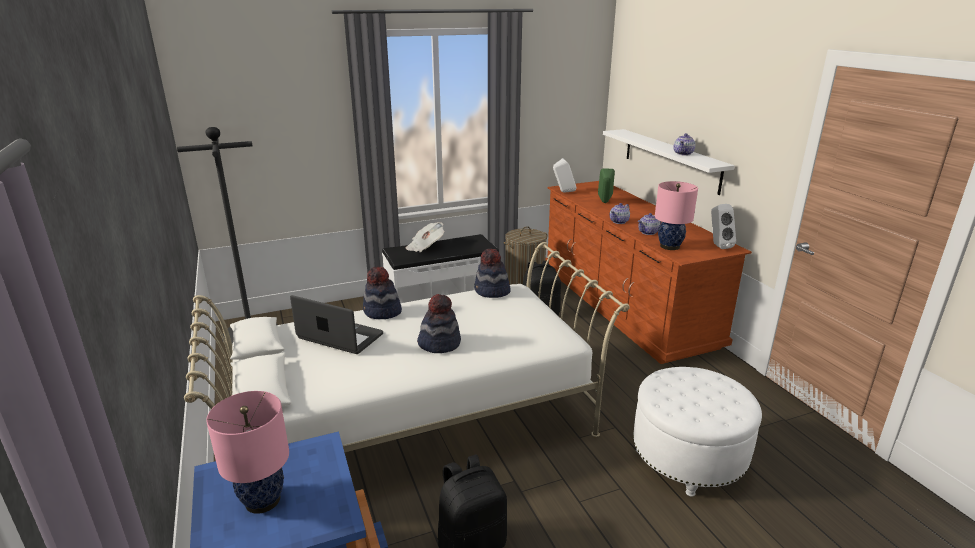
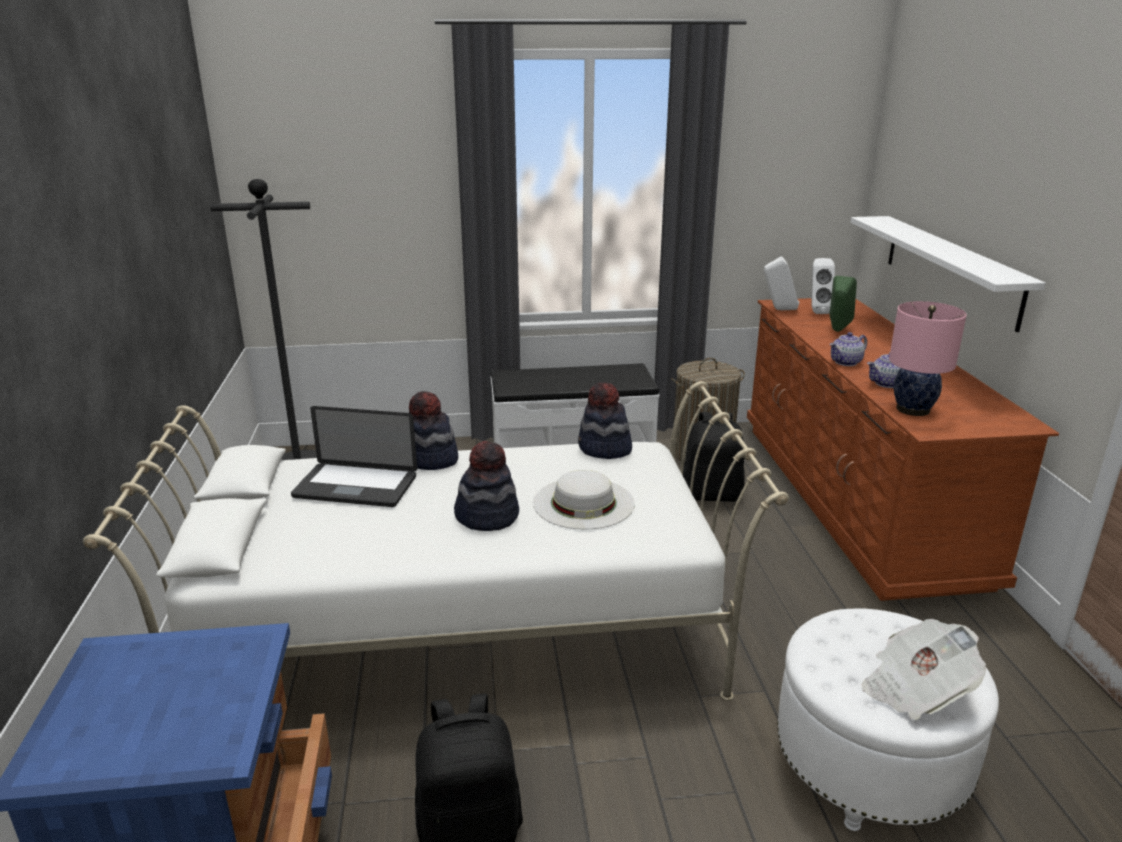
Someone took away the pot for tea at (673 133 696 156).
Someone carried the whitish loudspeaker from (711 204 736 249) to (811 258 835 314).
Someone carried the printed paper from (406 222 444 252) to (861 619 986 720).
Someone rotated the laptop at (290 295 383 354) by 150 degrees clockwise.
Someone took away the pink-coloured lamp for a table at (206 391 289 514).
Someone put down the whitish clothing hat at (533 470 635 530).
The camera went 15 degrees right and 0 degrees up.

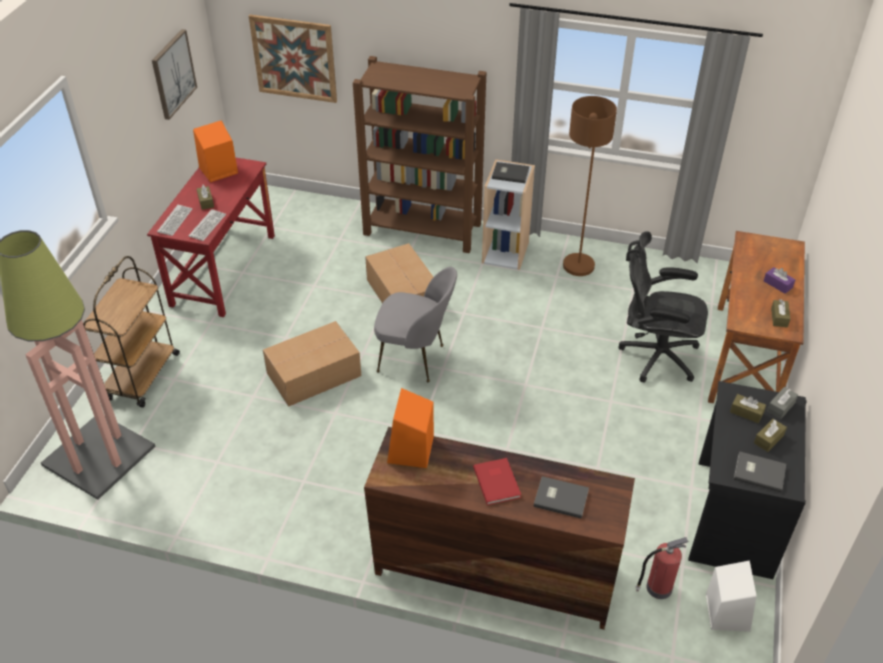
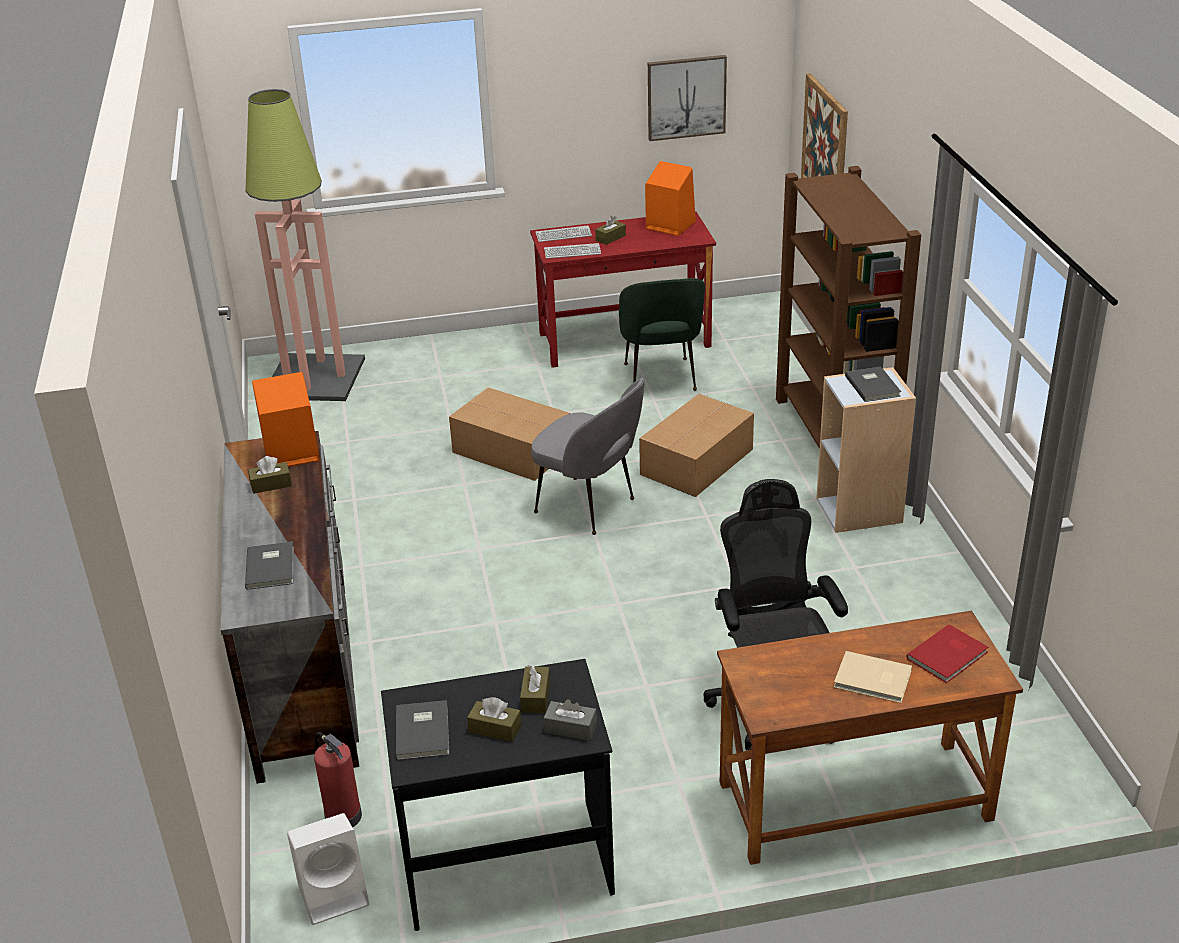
Someone took away the brownish floor lamp at (563 96 617 276).
Someone took away the brownish wheeled cart at (83 256 180 408).
Someone rotated the grey upright chair at (374 267 457 382) by 45 degrees counterclockwise.
Someone swapped the purplish box of tissues at (764 267 795 294) for the beige-coloured bound book at (834 651 912 703).
Someone carried the brownish box of tissues from (771 299 791 328) to (248 456 292 494).
Someone repainted the brownish cupboard at (364 427 635 629), which became the grey cupboard at (221 431 359 784).
Someone carried the red bound book from (473 458 521 505) to (907 624 988 683).
Someone put down the green-coloured upright chair at (619 278 705 391).
The camera went 65 degrees right and 10 degrees down.

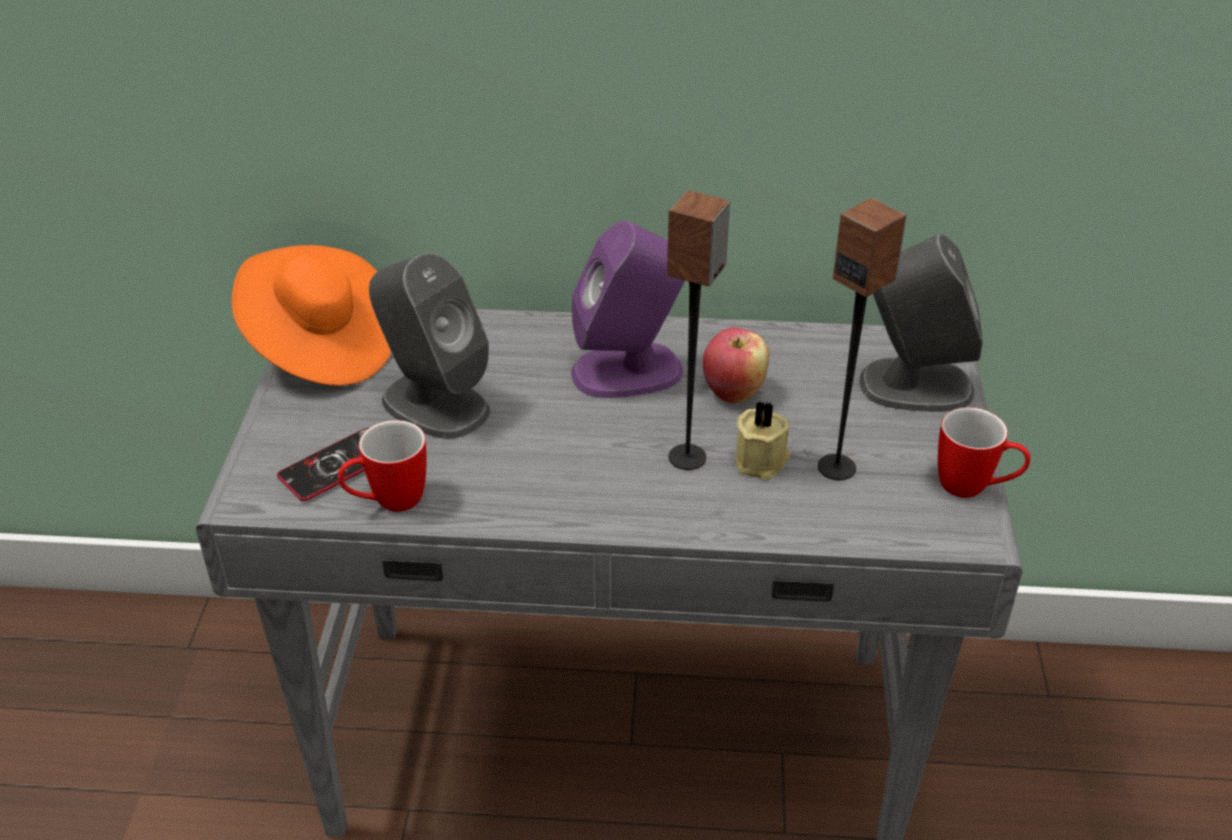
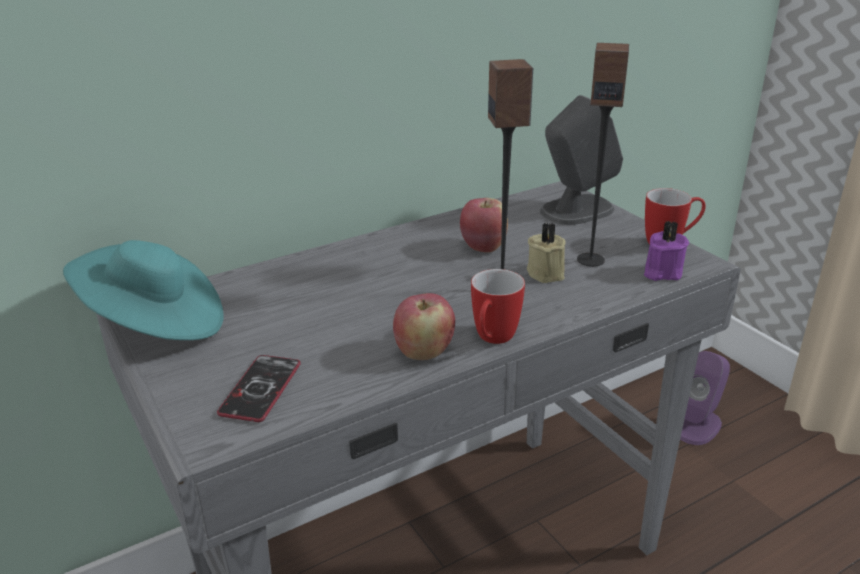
Someone carried the purplish loudspeaker from (571 221 685 398) to (680 351 730 445).
Someone repainted the orange-coloured clothing hat at (232 245 392 386), which became the turquoise-coloured clothing hat at (63 240 224 340).
Someone took away the grey loudspeaker at (369 253 490 439).
Someone carried the tea mug from (338 420 426 512) to (471 269 525 344).
Someone put down the purplish wax candle at (644 221 689 281).
Someone put down the apple at (393 293 455 360).
The camera went 35 degrees left and 10 degrees down.

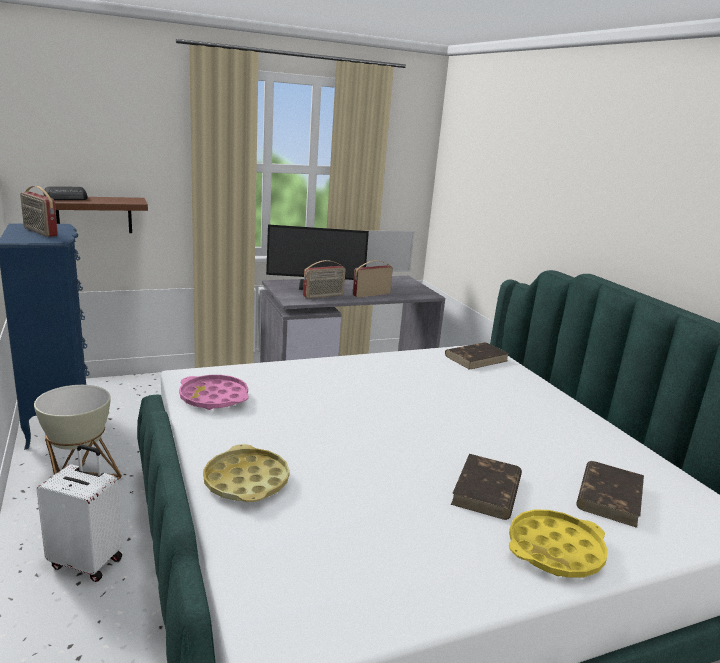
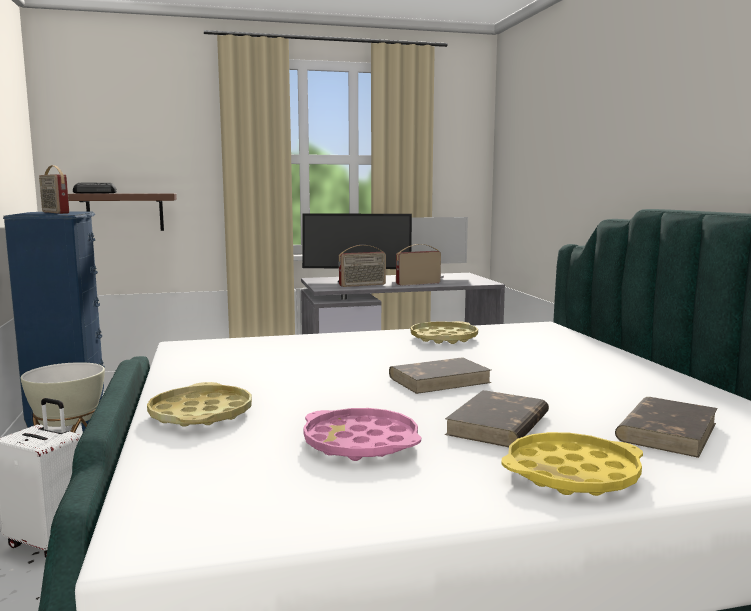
Someone carried the brownish bound book from (445 342 509 370) to (389 358 491 394).
Someone carried the pink-coloured carrying tray from (179 375 249 410) to (303 408 421 461).
Someone put down the yellowish carrying tray at (410 321 478 344).
The camera went 10 degrees right and 10 degrees down.

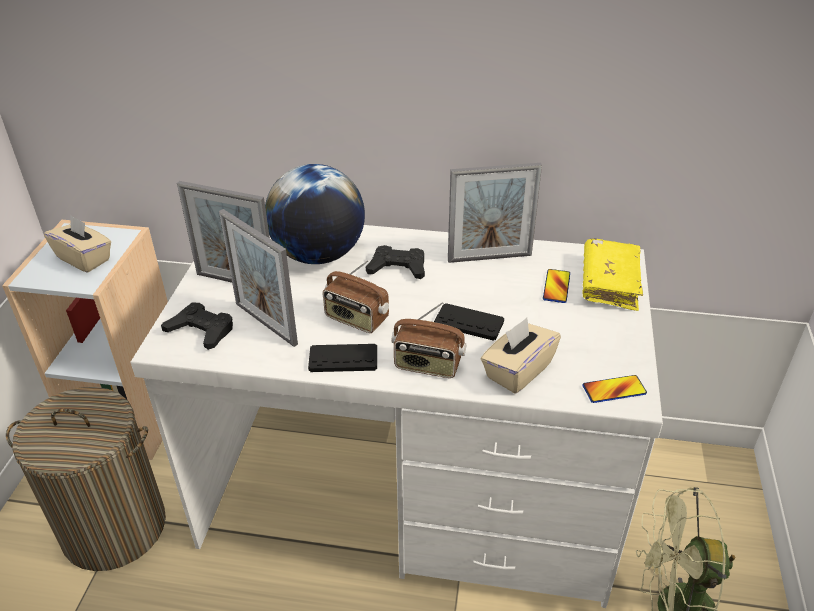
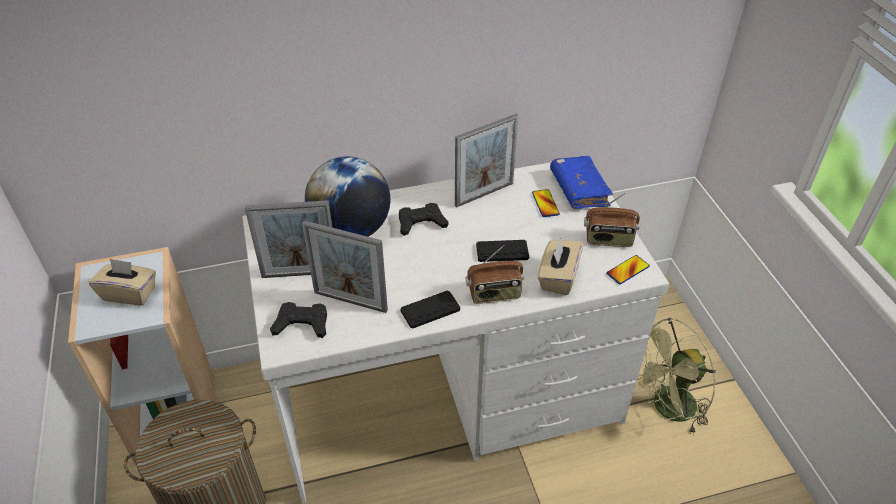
Someone repainted the yellowish bound book at (583 238 643 311), which became the bluish bound book at (550 156 613 209).
Someone carried the radio set from (323 260 389 333) to (584 193 640 247).
The camera went 25 degrees left and 5 degrees up.

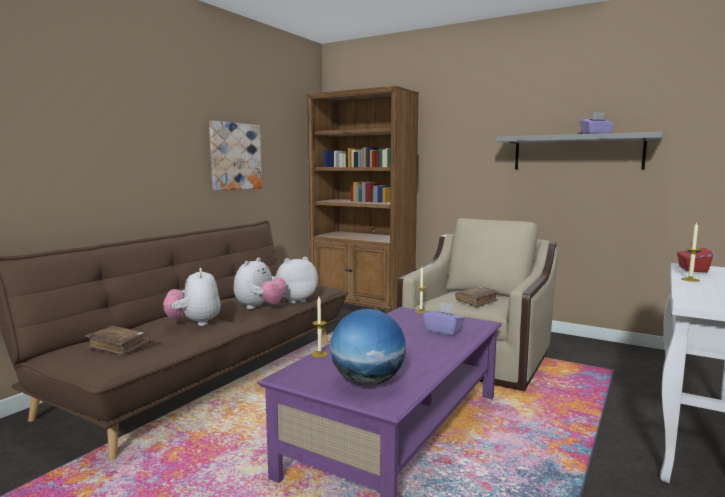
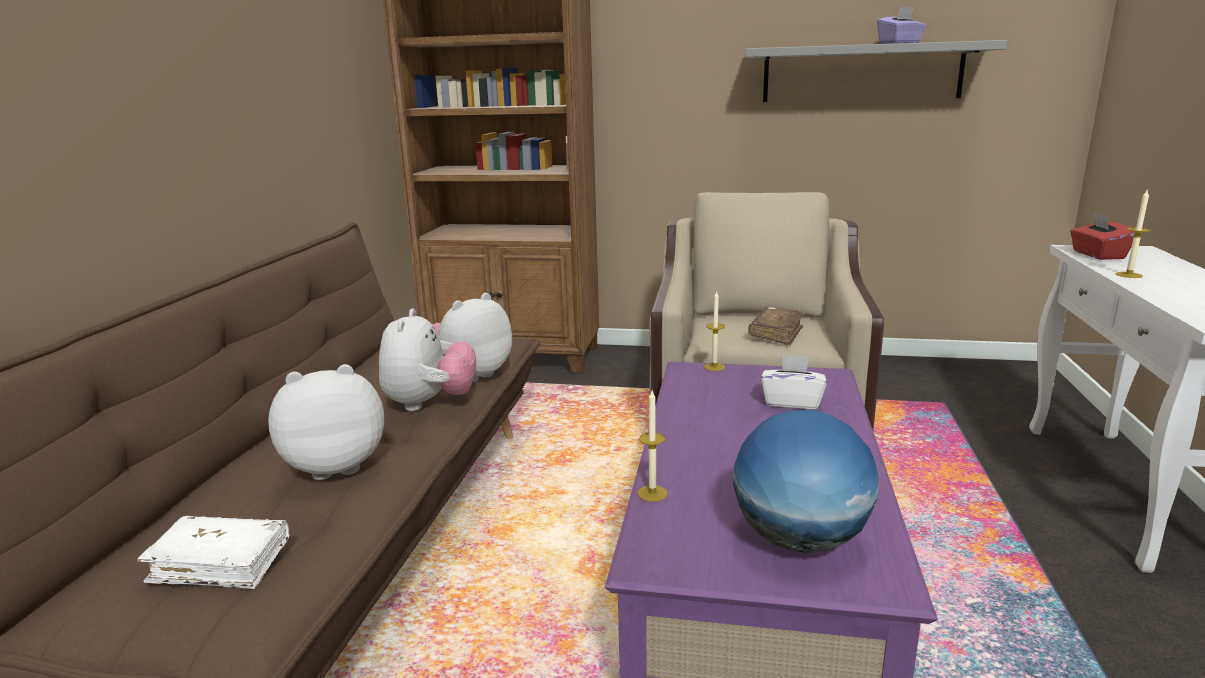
Someone took away the wall art at (209 121 262 191).
Someone rotated the plush toy at (163 268 221 326) by 105 degrees clockwise.
Someone repainted the purplish box of tissues at (423 302 465 336), which became the whitish box of tissues at (761 354 827 409).
Someone repainted the brownish bound book at (85 326 149 356), which became the whitish bound book at (137 516 289 589).
The camera went 20 degrees left and 10 degrees up.

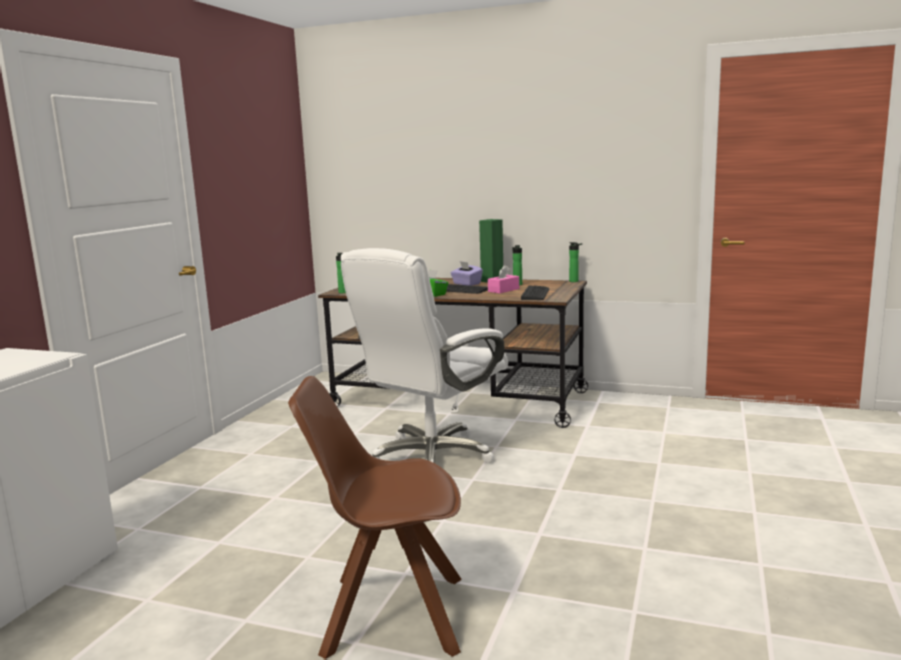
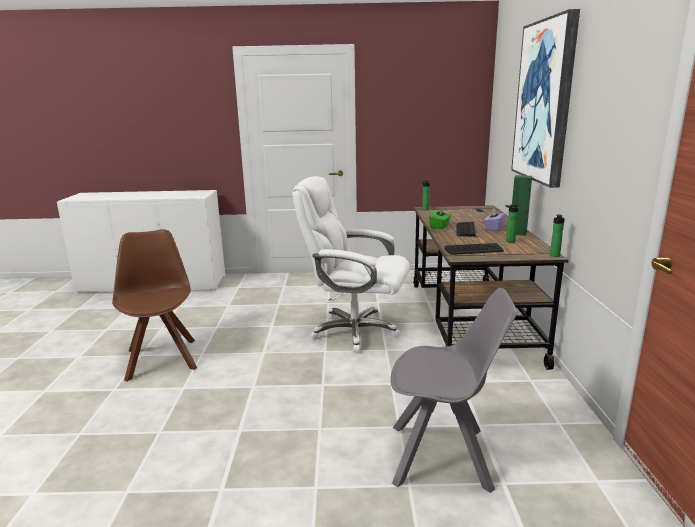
Someone took away the pink-coloured box of tissues at (488 265 519 293).
Someone put up the wall art at (511 9 580 188).
Someone put down the grey upright chair at (390 288 517 493).
The camera went 70 degrees right and 5 degrees up.

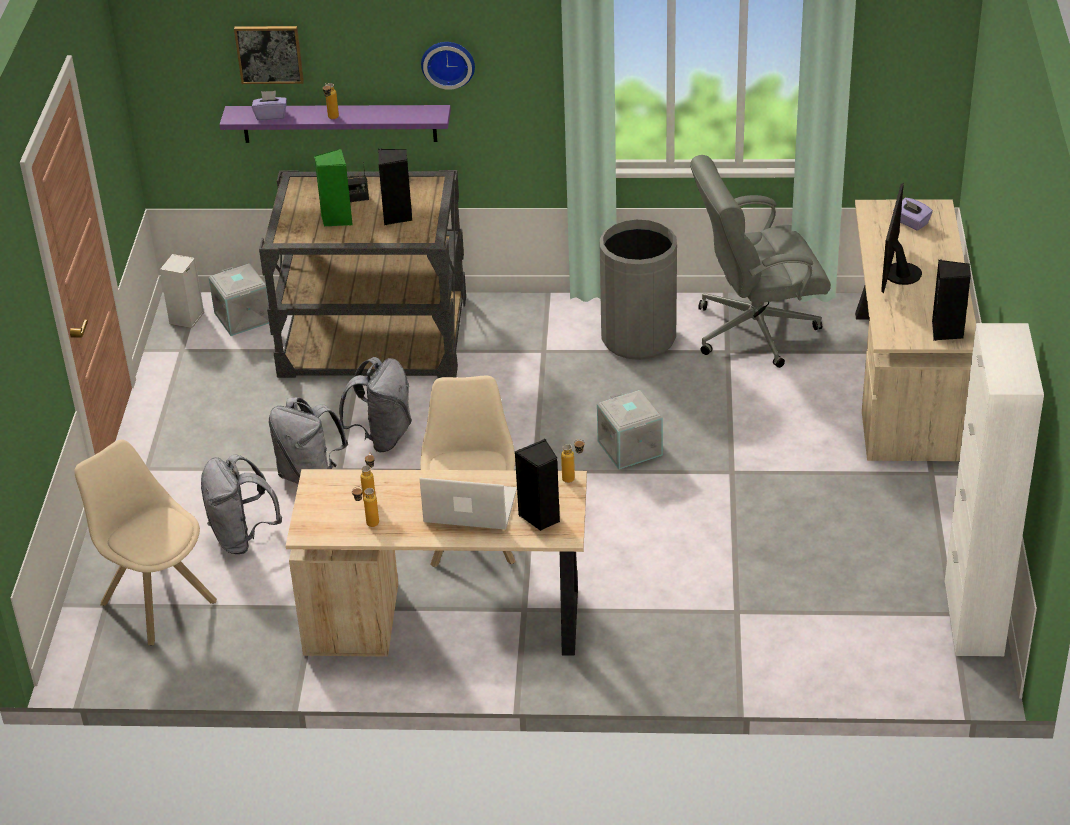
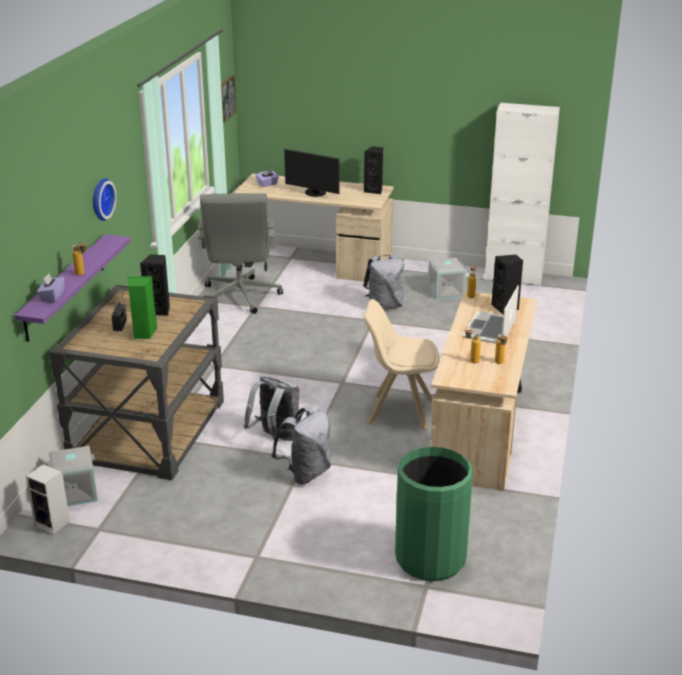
Someone carried the wall art from (234 26 304 84) to (221 75 236 123).
Someone took away the grey waste bin at (599 220 677 360).
Someone carried the grey storage bin from (597 390 663 469) to (428 258 466 300).
Someone swapped the beige-coloured upright chair at (74 439 217 646) for the green-coloured waste bin at (395 447 473 581).
Someone carried the grey backpack from (201 454 282 554) to (363 254 404 309).
The camera went 80 degrees left and 10 degrees down.

